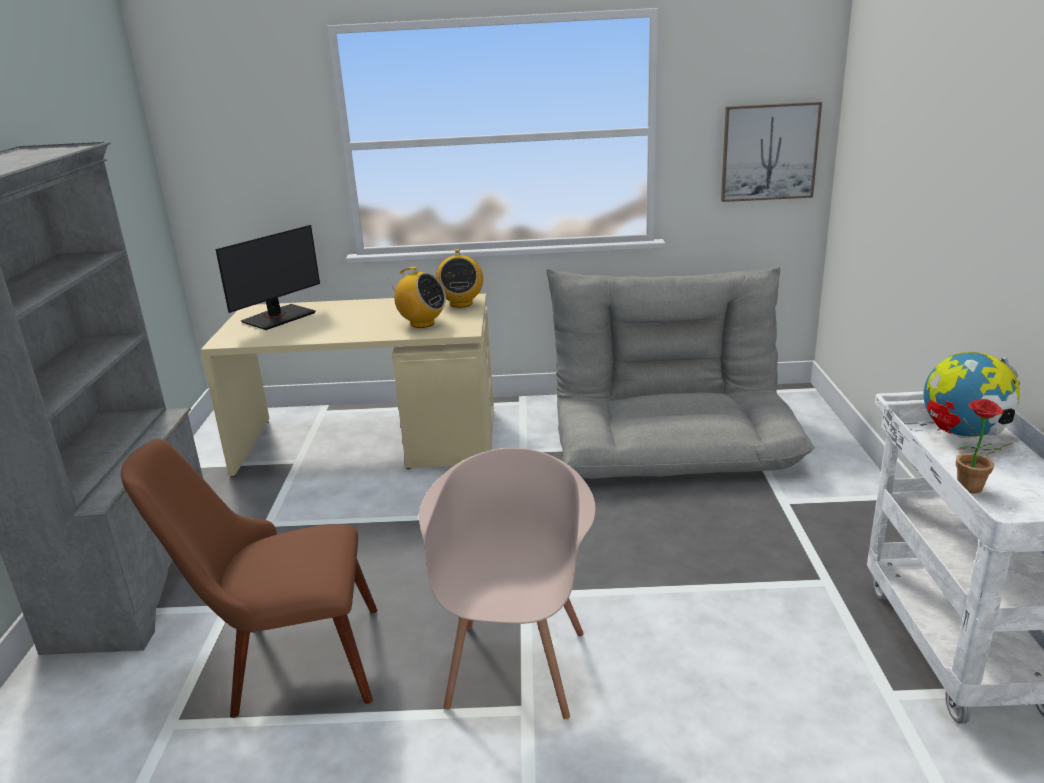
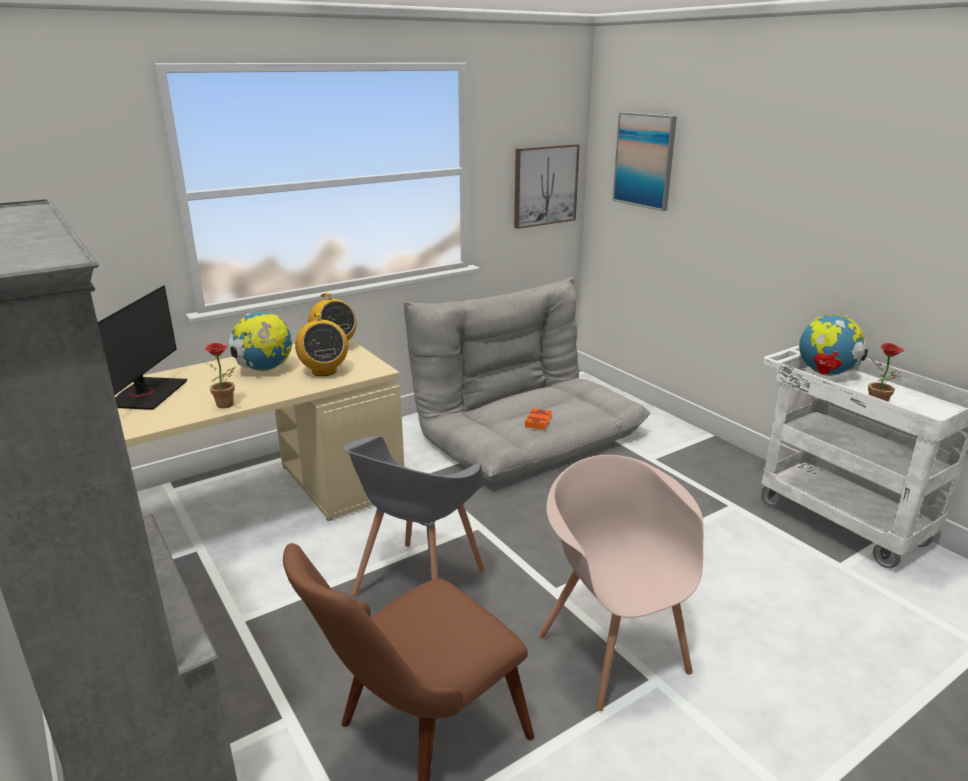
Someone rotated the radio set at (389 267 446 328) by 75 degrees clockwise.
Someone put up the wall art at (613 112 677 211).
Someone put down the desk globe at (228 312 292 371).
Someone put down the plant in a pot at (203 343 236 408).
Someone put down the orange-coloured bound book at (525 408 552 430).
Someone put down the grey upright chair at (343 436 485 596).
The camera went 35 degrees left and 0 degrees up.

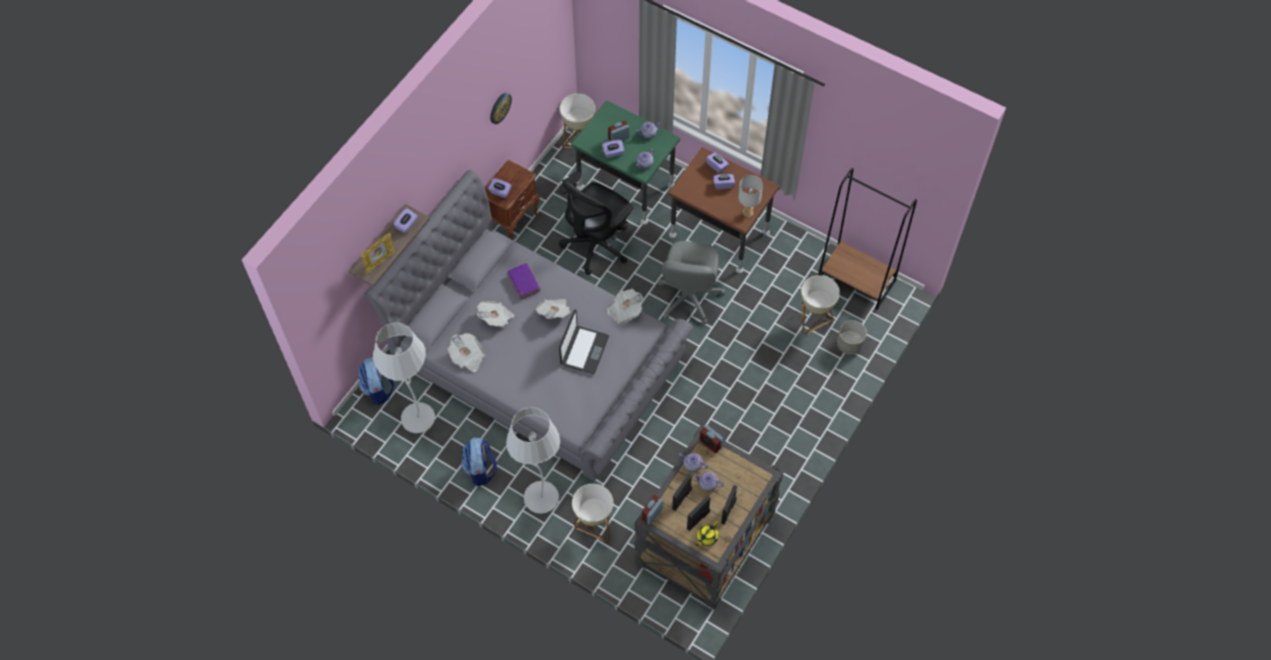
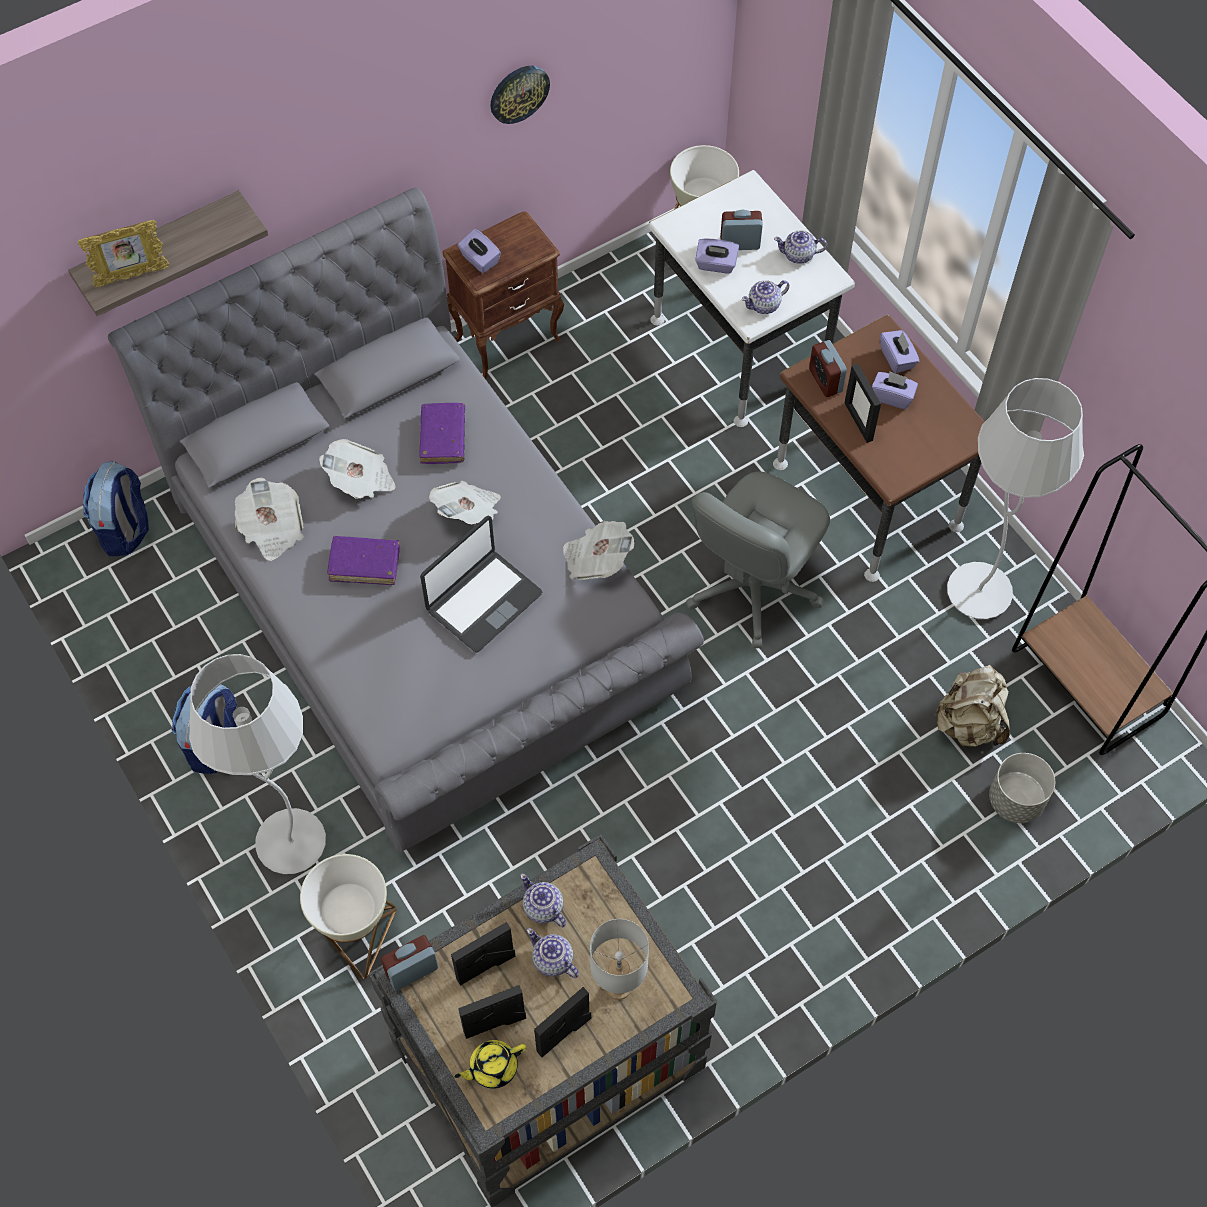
Someone repainted the green-coloured desk at (571 100 680 225), which became the whitish desk at (649 170 855 427).
Someone took away the blackish office chair at (559 171 633 275).
Someone carried the grey lamp for a table from (738 175 763 218) to (590 919 649 1000).
Someone took away the purplish box of tissues at (393 208 418 234).
Someone swapped the flower pot at (801 275 840 335) for the beige-coloured backpack at (933 665 1010 747).
Someone carried the whitish floor lamp from (373 322 435 433) to (947 378 1084 619).
Someone carried the alarm clock from (699 425 723 453) to (809 340 847 397).
Someone put down the picture frame at (845 364 881 443).
Someone put down the purplish bound book at (327 536 400 585).
The camera went 25 degrees right and 0 degrees up.

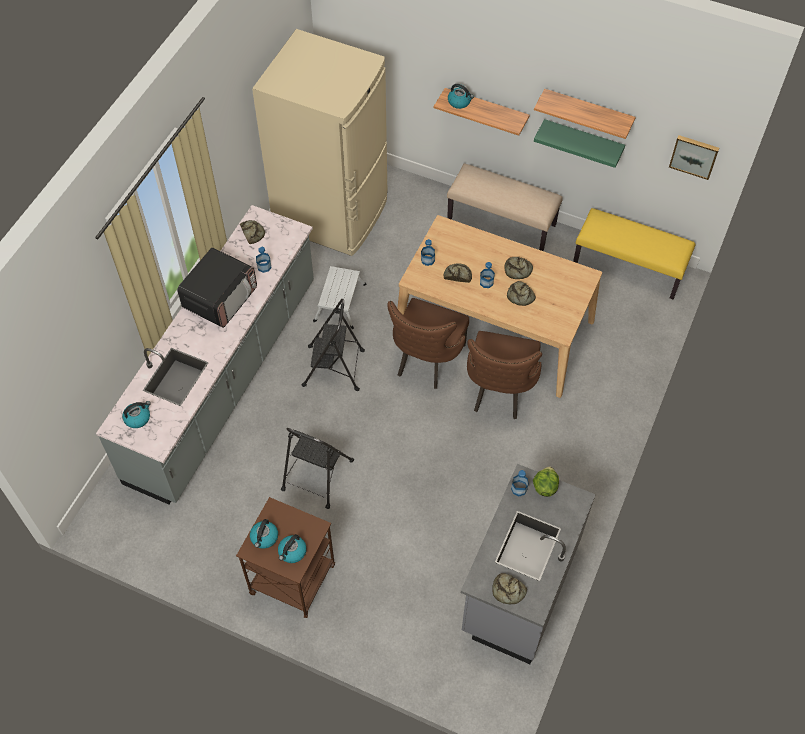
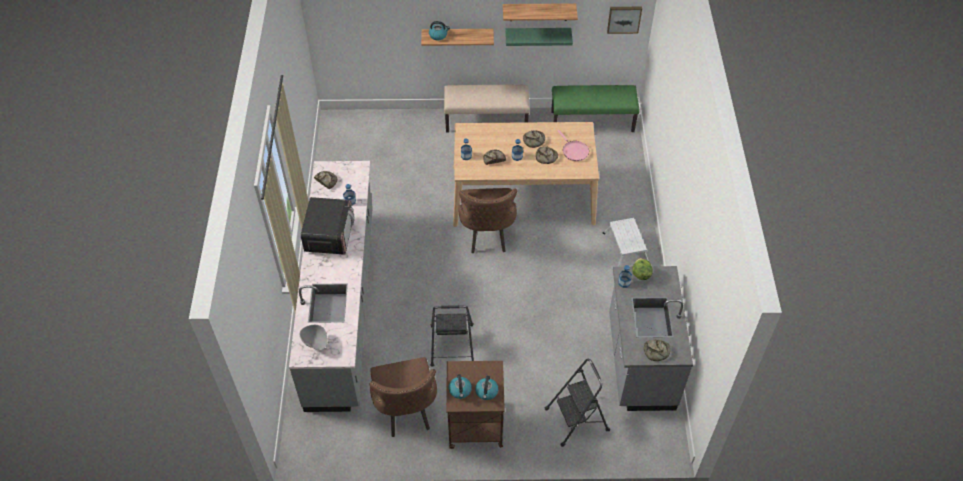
Someone took away the beige-coloured fridge at (252 29 387 256).
Someone repainted the yellowish bench at (573 208 695 299), which became the green-coloured bench at (551 85 640 132).
Someone carried the whitish step ladder from (313 266 367 329) to (602 218 649 267).
Someone carried the blackish step ladder from (302 299 365 391) to (545 359 610 447).
Someone carried the brownish upright chair from (467 331 542 419) to (370 357 437 437).
Someone swapped the water kettle at (122 401 151 428) for the grey bowl at (300 325 327 350).
Someone put down the pink-coloured frying pan at (557 130 589 161).
The camera went 25 degrees left and 5 degrees down.

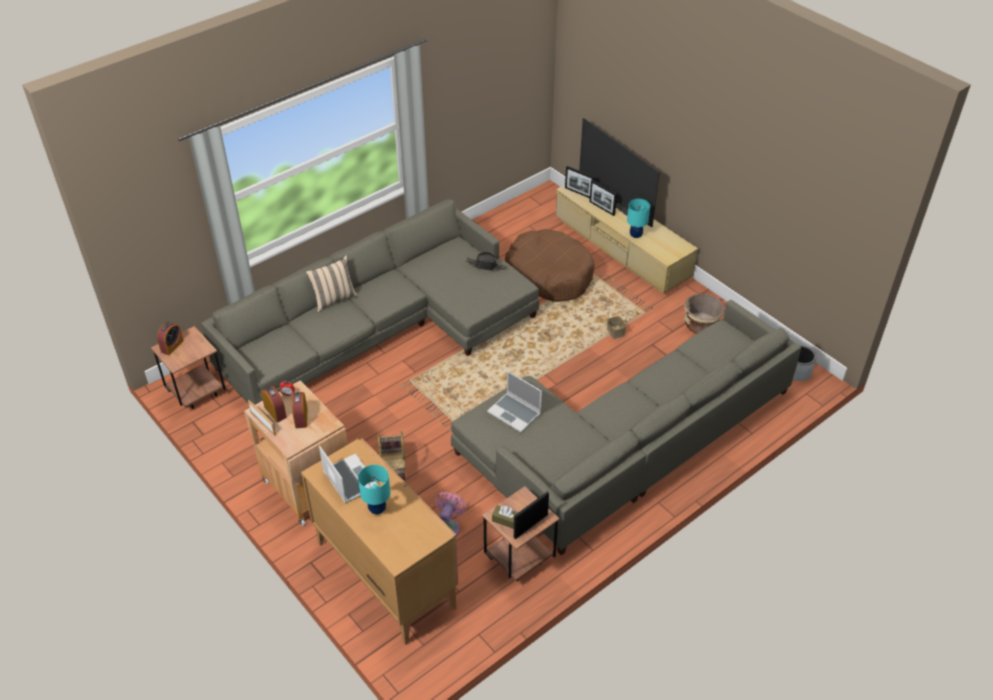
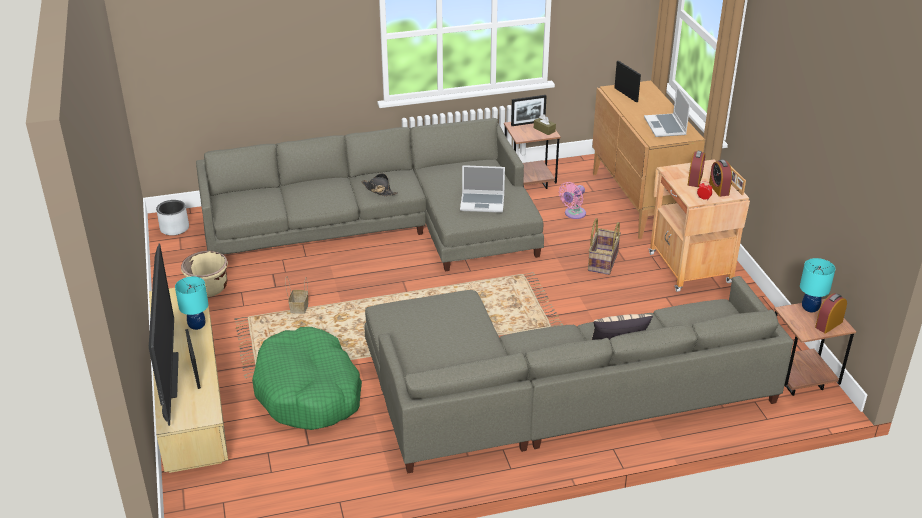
Someone carried the picture frame from (565 166 595 198) to (614 61 641 102).
Someone repainted the brownish pet bed at (505 229 595 302), which became the green-coloured pet bed at (252 327 362 430).
Someone carried the blackish clothing hat from (466 252 506 271) to (361 173 398 196).
Someone rotated the laptop at (487 371 542 433) by 120 degrees clockwise.
Someone carried the turquoise-coloured lamp for a table from (358 465 390 514) to (800 258 835 312).
The camera went 155 degrees left and 10 degrees down.

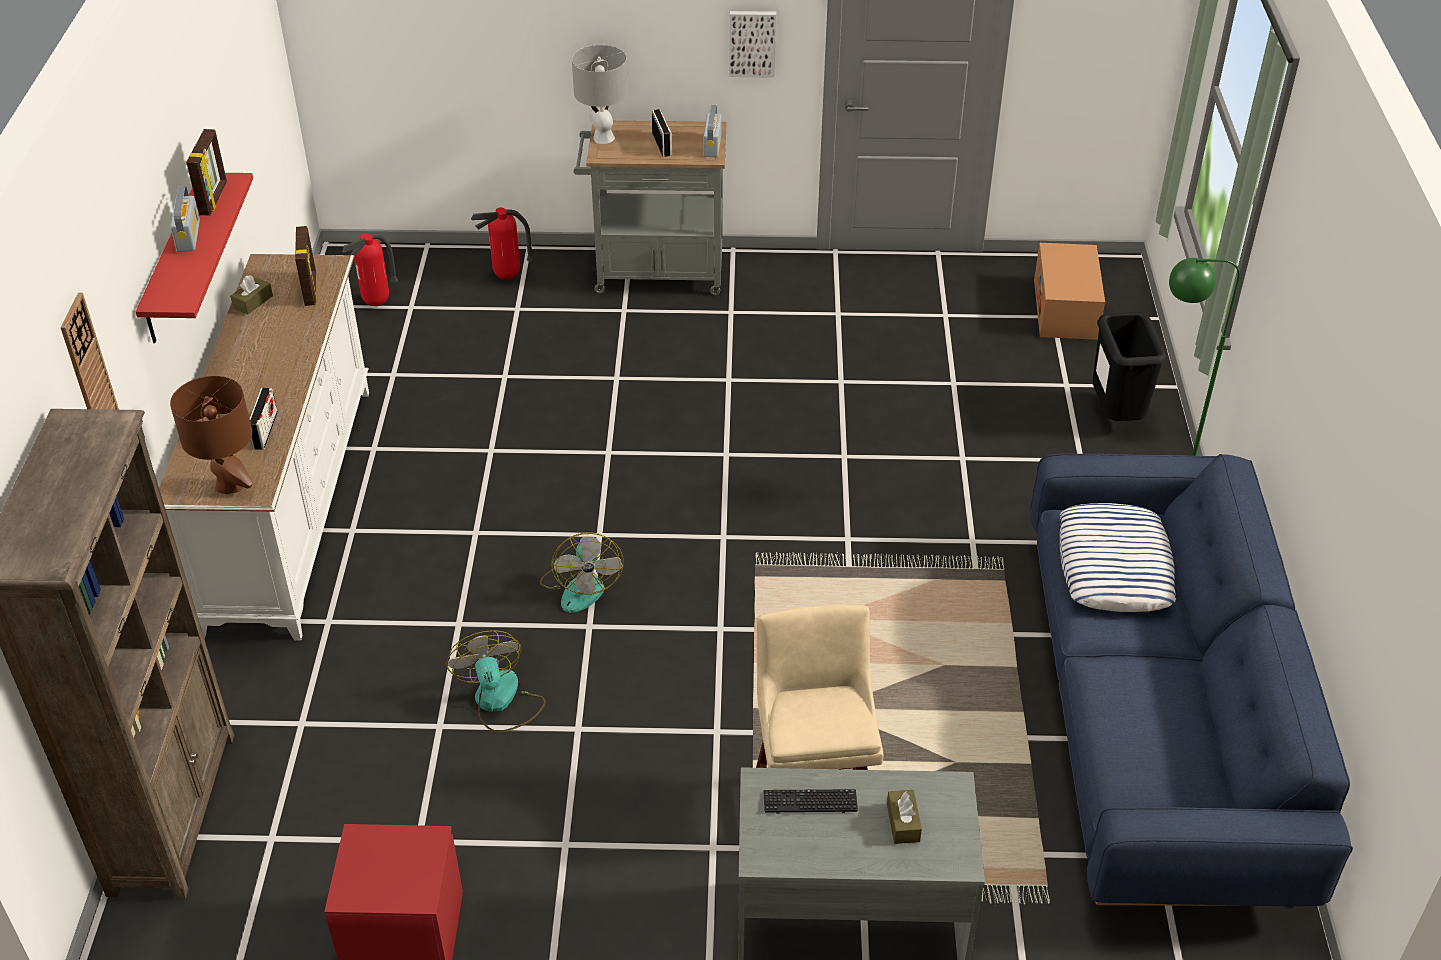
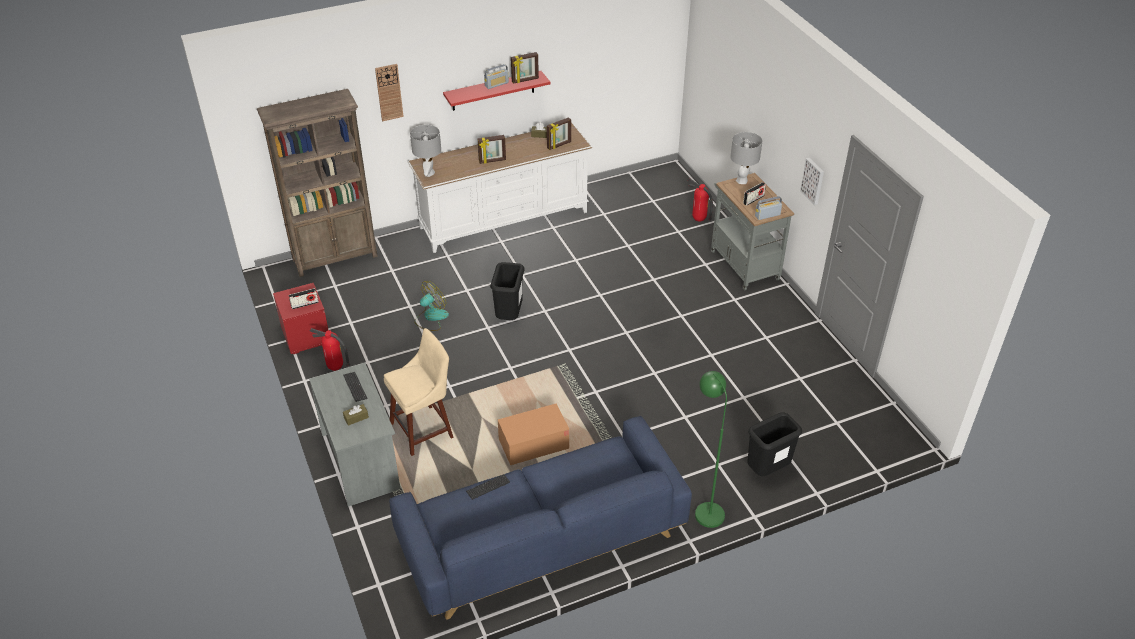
Someone carried the extinguisher from (342 233 398 306) to (310 328 350 371).
Someone carried the packing box from (1034 243 1105 340) to (498 404 569 465).
Someone repainted the brownish lamp for a table at (170 376 253 494), which became the grey lamp for a table at (410 125 441 177).
Someone carried the radio set from (250 388 278 450) to (289 288 319 309).
Someone took away the pillow at (1059 503 1176 612).
Someone swapped the cooling fan at (540 532 624 613) for the blackish waste bin at (490 262 524 320).
Someone put down the picture frame at (478 135 506 164).
Someone put down the keyboard at (466 474 510 500).
The camera went 65 degrees right and 0 degrees up.

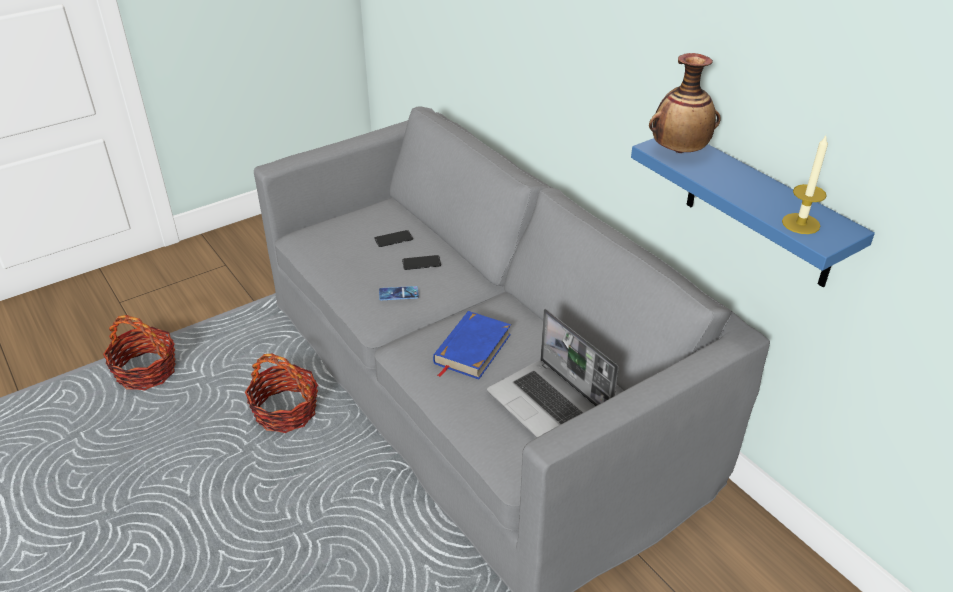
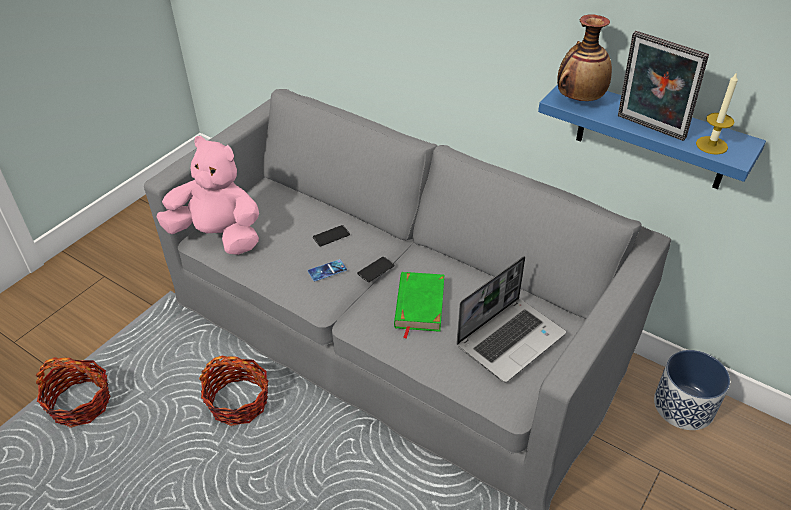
Someone carried the handset from (374 230 413 247) to (357 257 395 282).
Someone rotated the laptop at (487 309 619 437) by 75 degrees counterclockwise.
Someone repainted the bluish bound book at (433 311 511 380), which became the green-coloured bound book at (394 272 444 339).
Someone put down the picture frame at (618 31 709 141).
Someone put down the pink-coloured plush toy at (156 136 259 255).
Someone put down the flower pot at (654 350 730 430).
The camera went 20 degrees left and 5 degrees up.

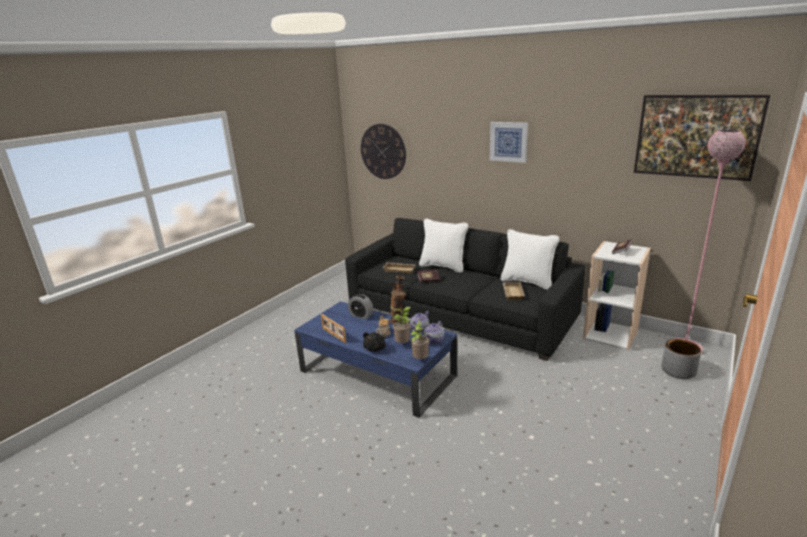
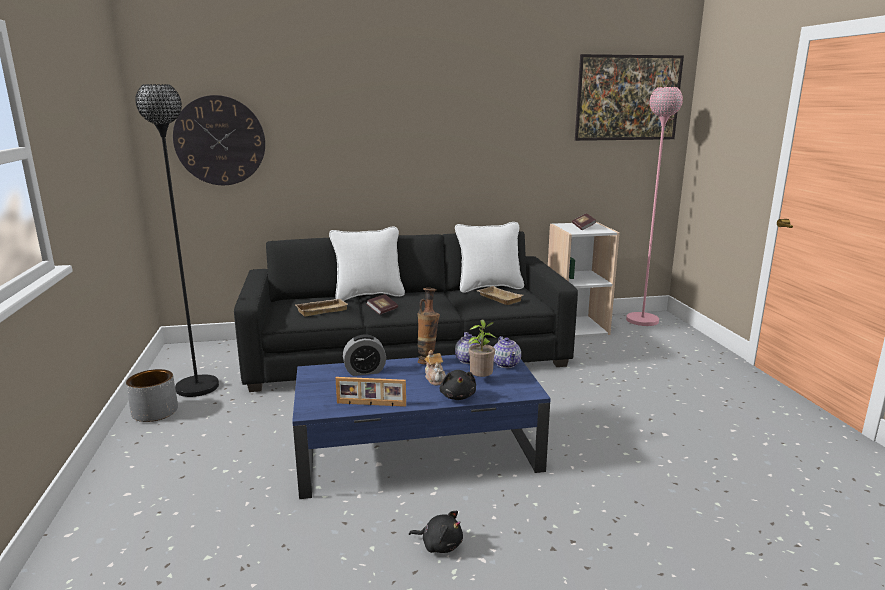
Someone took away the wall art at (490 122 528 163).
Someone took away the plant in a pot at (409 320 429 359).
Someone carried the grey flower pot from (661 339 701 379) to (126 369 178 422).
Someone put down the blackish floor lamp at (135 84 219 397).
Someone put down the blackish plush toy at (409 511 463 553).
The camera went 45 degrees left and 5 degrees down.

